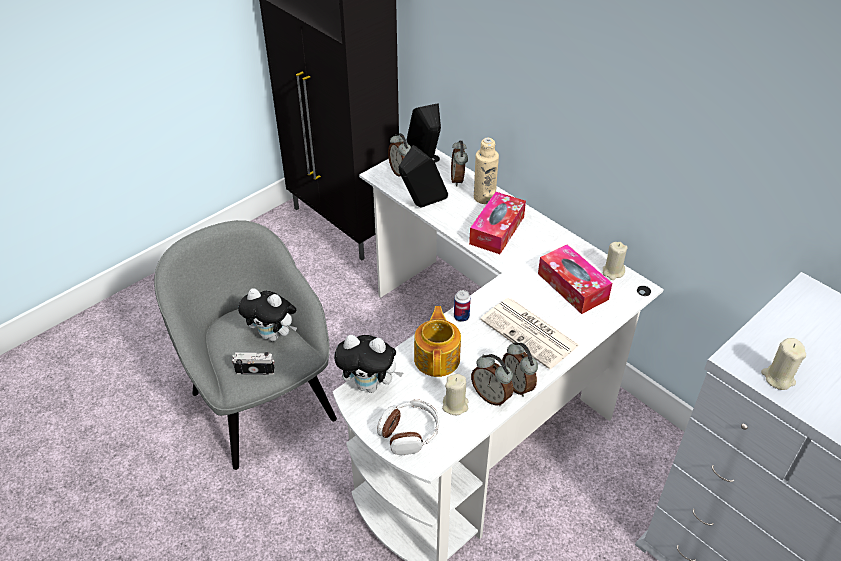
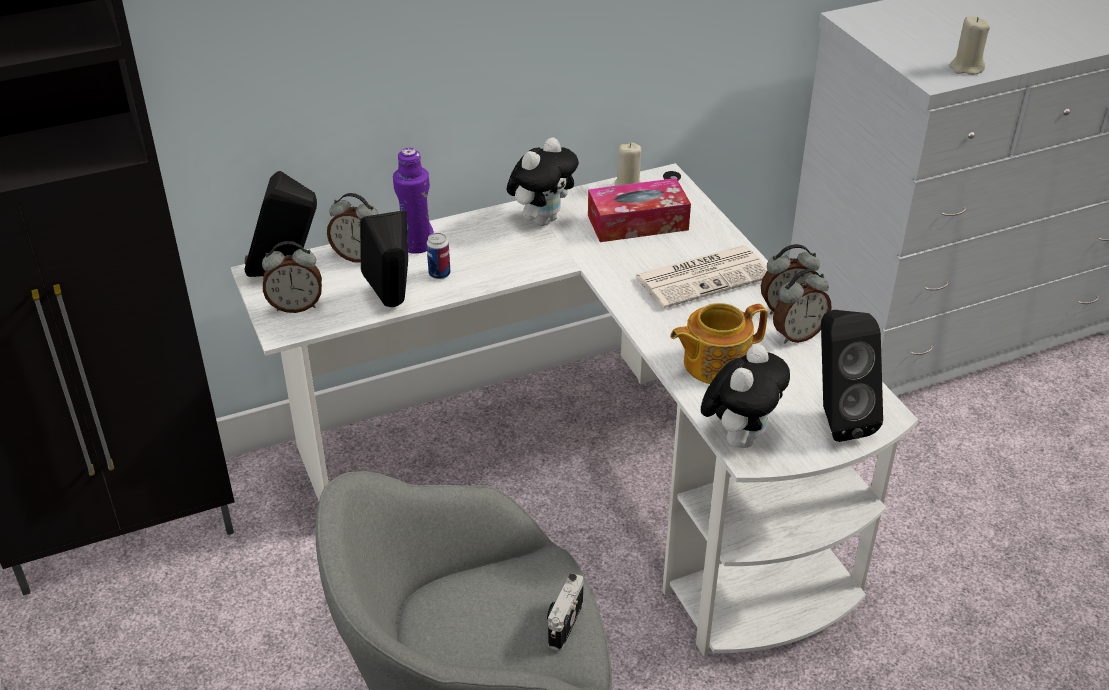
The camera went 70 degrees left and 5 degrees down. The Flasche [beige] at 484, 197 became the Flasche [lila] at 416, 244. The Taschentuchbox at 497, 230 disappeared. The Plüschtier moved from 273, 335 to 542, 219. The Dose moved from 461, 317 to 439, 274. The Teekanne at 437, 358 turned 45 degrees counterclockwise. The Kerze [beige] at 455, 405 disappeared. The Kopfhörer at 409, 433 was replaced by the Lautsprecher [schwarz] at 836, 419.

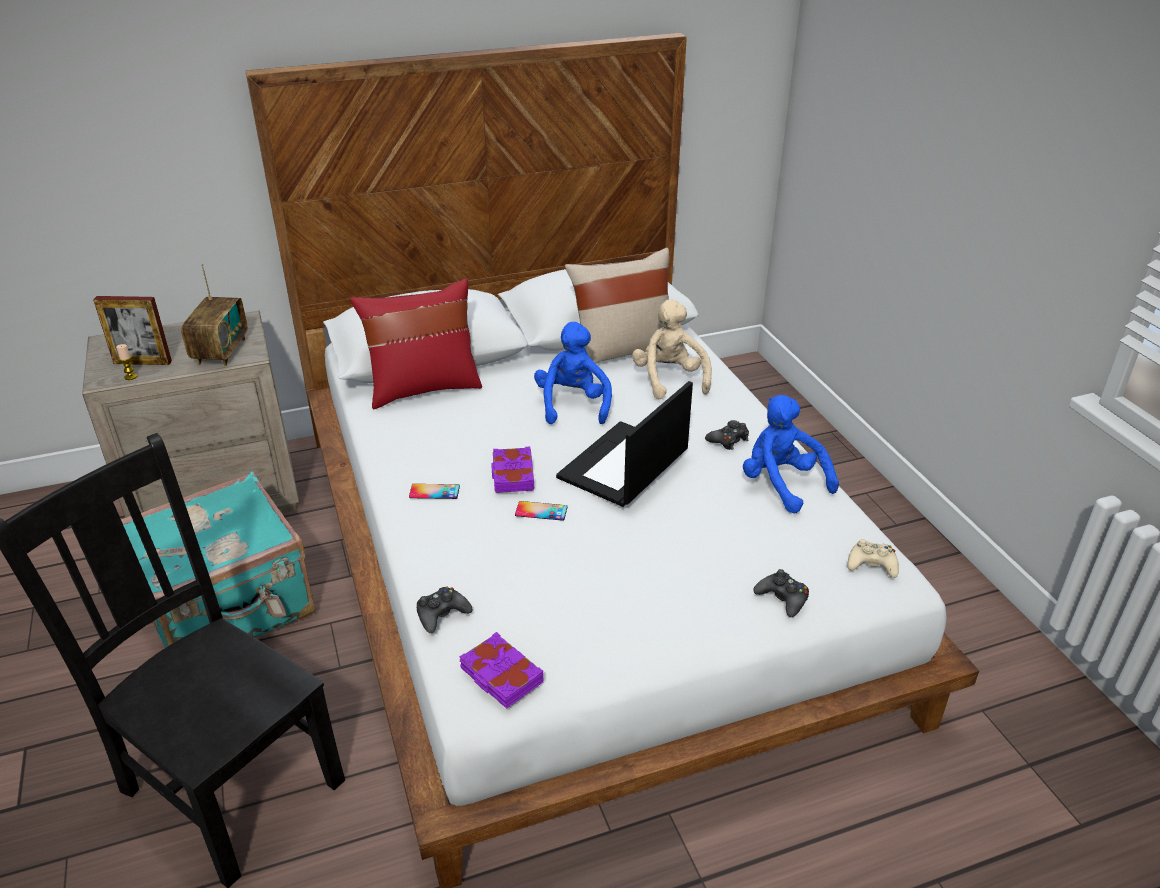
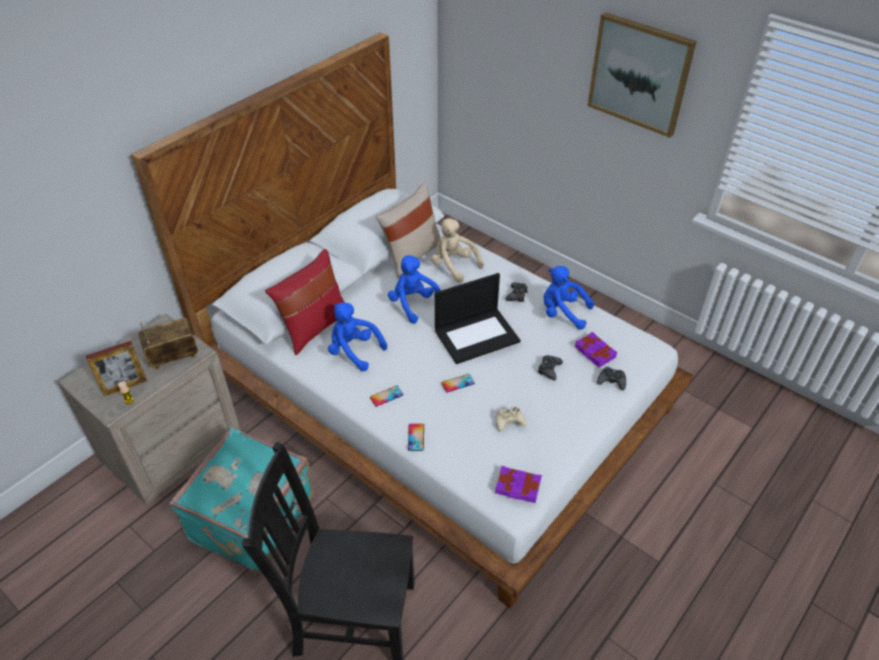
The camera went 30 degrees left and 10 degrees up. The Radio at 220, 351 turned 90 degrees counterclockwise. The Laptop at 623, 465 turned 120 degrees counterclockwise. The Buch [lila] moved from 512, 475 to 594, 352. The Gamepad [beige] moved from 872, 564 to 509, 421. The Gamepad [schwarz] moved from 442, 614 to 549, 369. The Bild at 640, 74 appeared. The Plüschtier [blau] at 354, 351 appeared. The Handy at 416, 437 appeared.

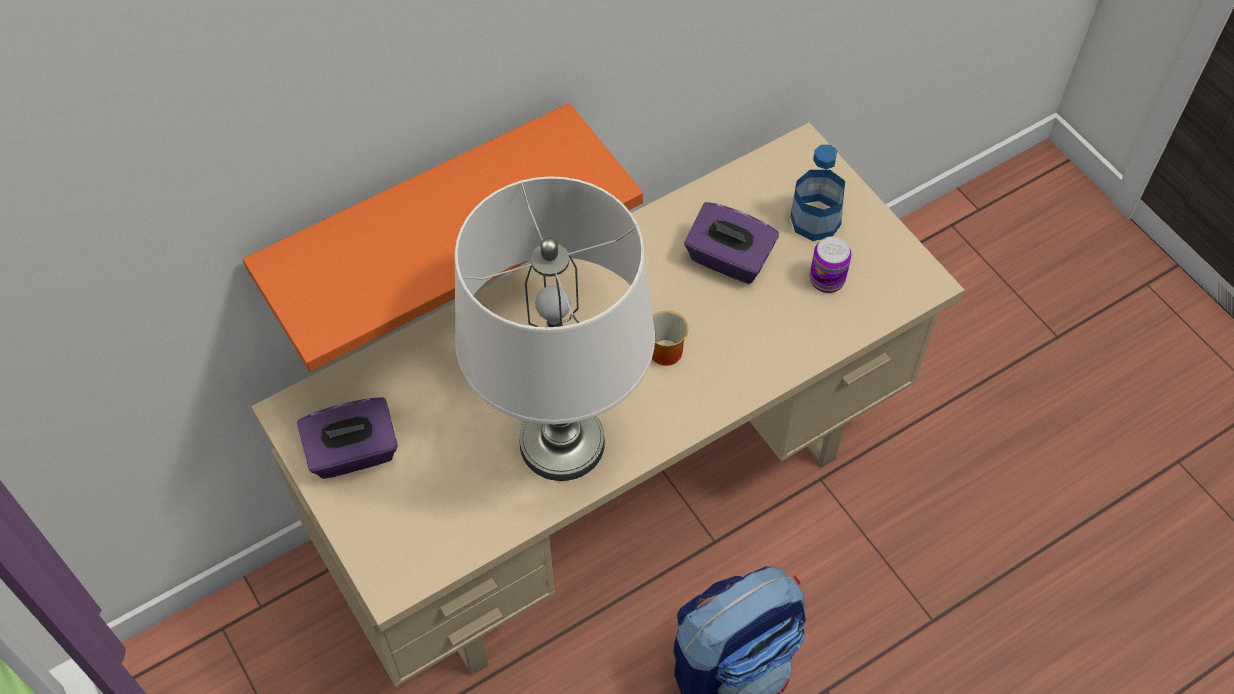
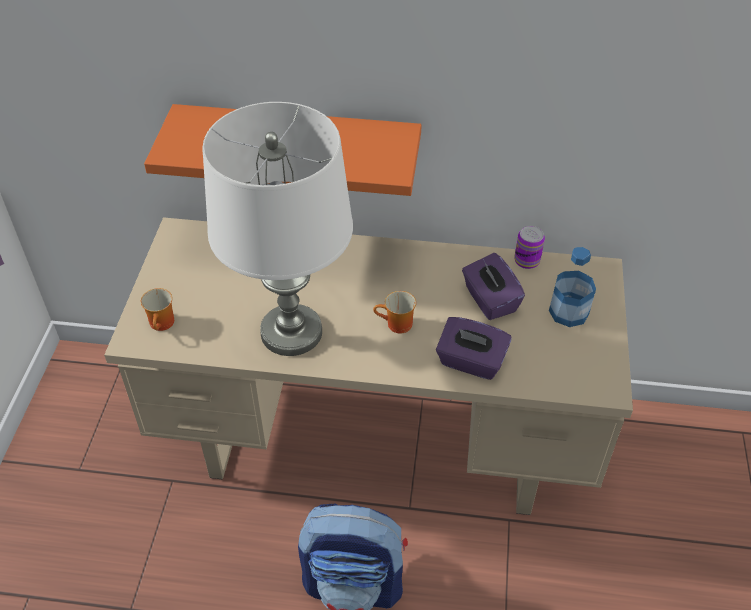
The camera went 40 degrees right and 10 degrees down. The Dose moved from 827, 280 to 527, 261. The Taschentuchbox [lila] moved from 353, 453 to 471, 362. The Henkelbecher at 163, 324 appeared.

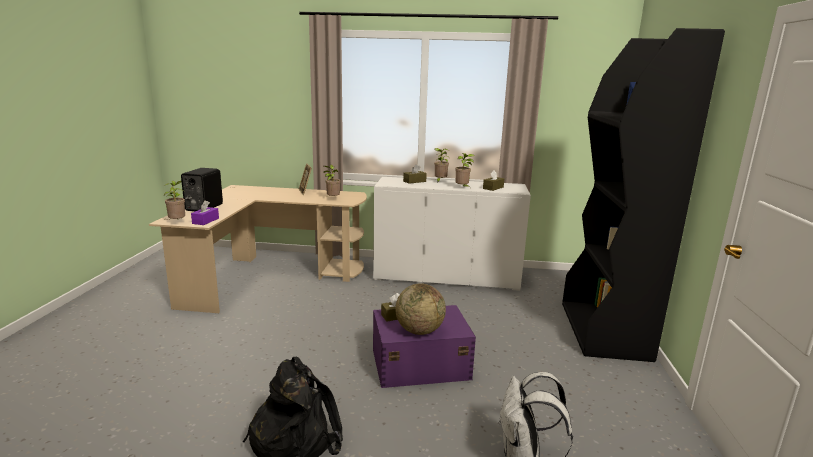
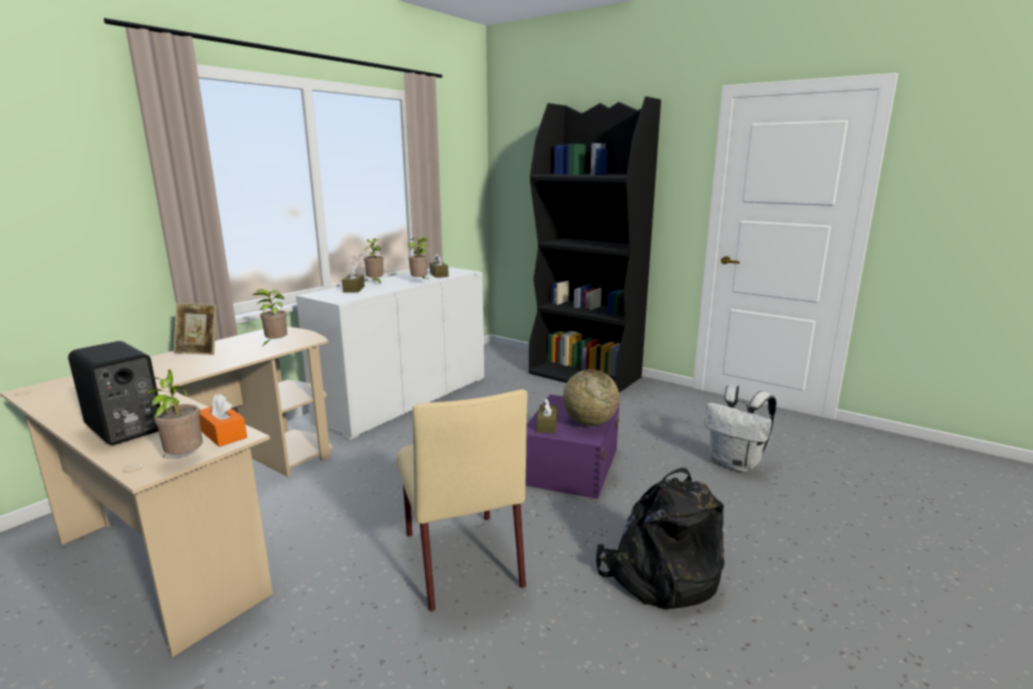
The camera went 60 degrees left and 0 degrees up. The Taschentuchbox [lila] at 205, 221 became the Taschentuchbox [orange] at 223, 434. The Stuhl [beige] at 461, 557 appeared.

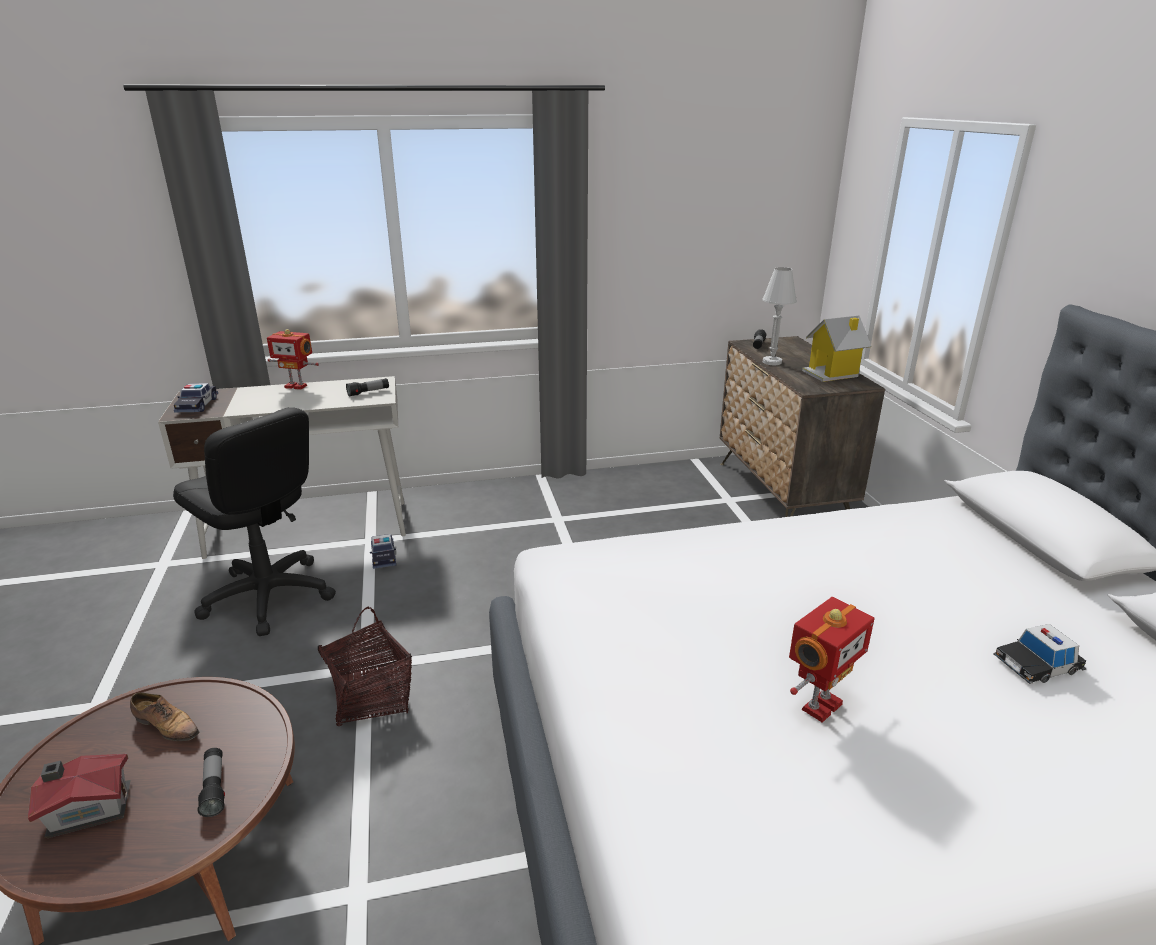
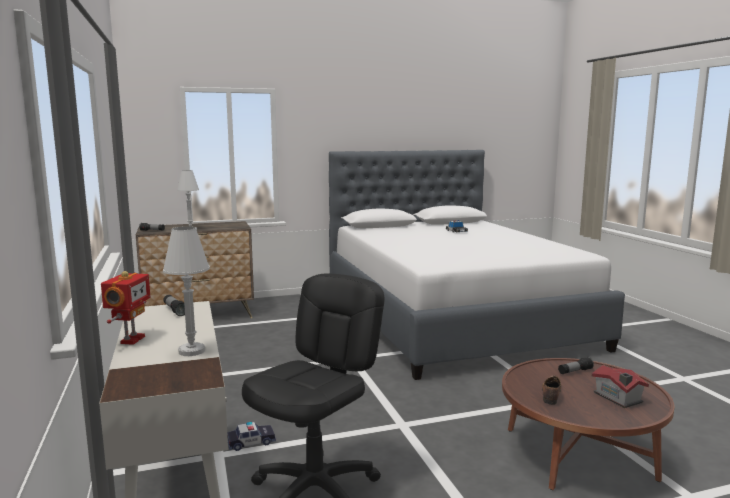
The camera went 95 degrees left and 15 degrees down. The Spielzeughaus at 832, 373 disappeared. The Spielzeugauto at 197, 405 disappeared. The Spielzeugroboter at 819, 705 disappeared. The Korb at 371, 697 disappeared. The Tischlampe [weiß] at 191, 351 appeared.

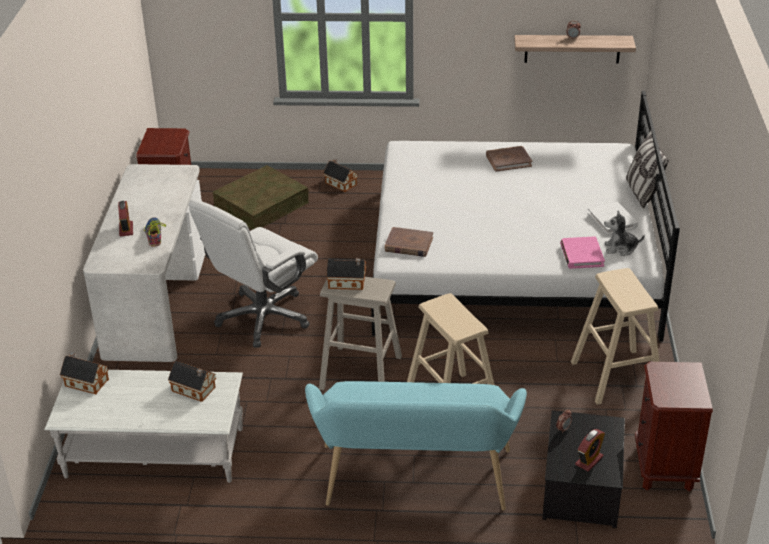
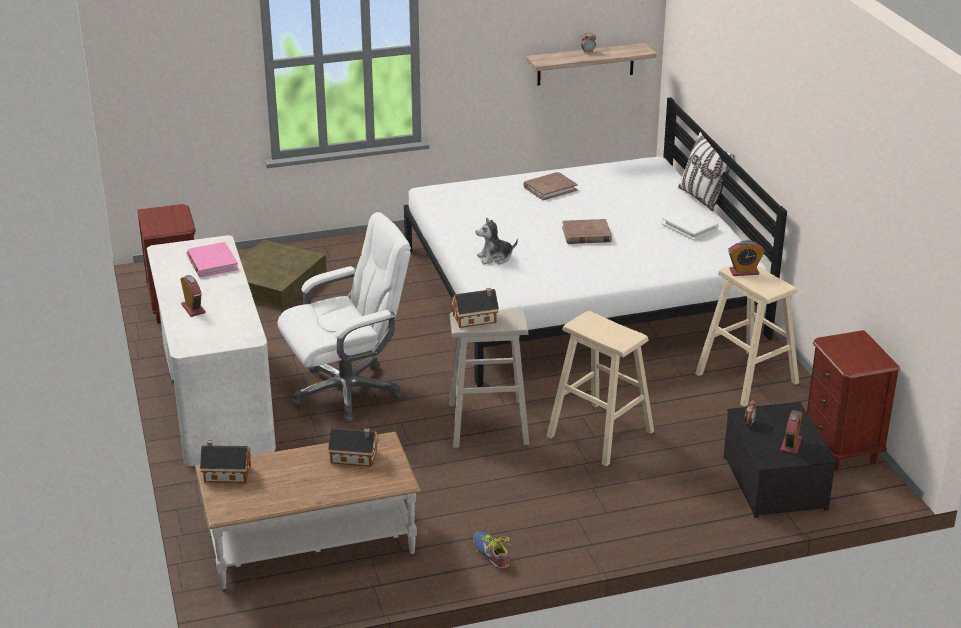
The camera went 20 degrees left and 5 degrees down. The Spielzeughaus at 340, 183 disappeared. The Bürostuhl [weiß] at 263, 318 turned 135 degrees counterclockwise. The Plüschtier moved from 620, 248 to 495, 258. The Schuh moved from 154, 235 to 491, 553. The Buch [braun] moved from 408, 244 to 586, 234. The Buch [rosa] moved from 581, 255 to 212, 262. The Couchtisch [weiß] at 155, 452 became the Couchtisch [braun] at 311, 543. The Bank [türkis] at 415, 484 disappeared. The Wecker at 744, 272 appeared.

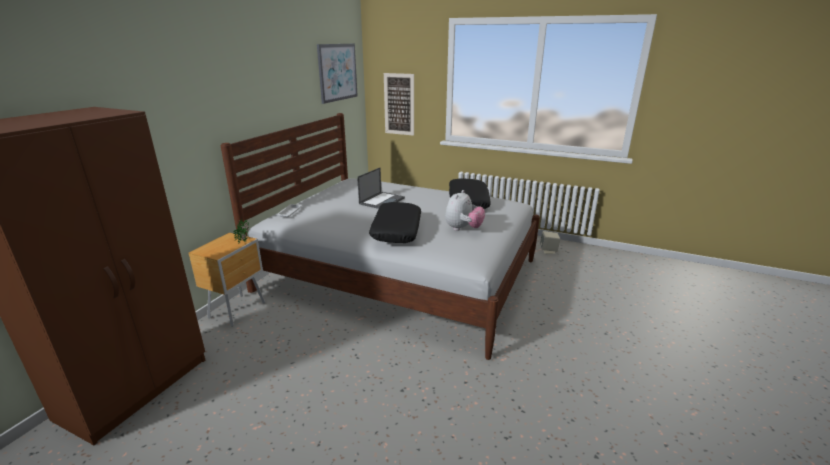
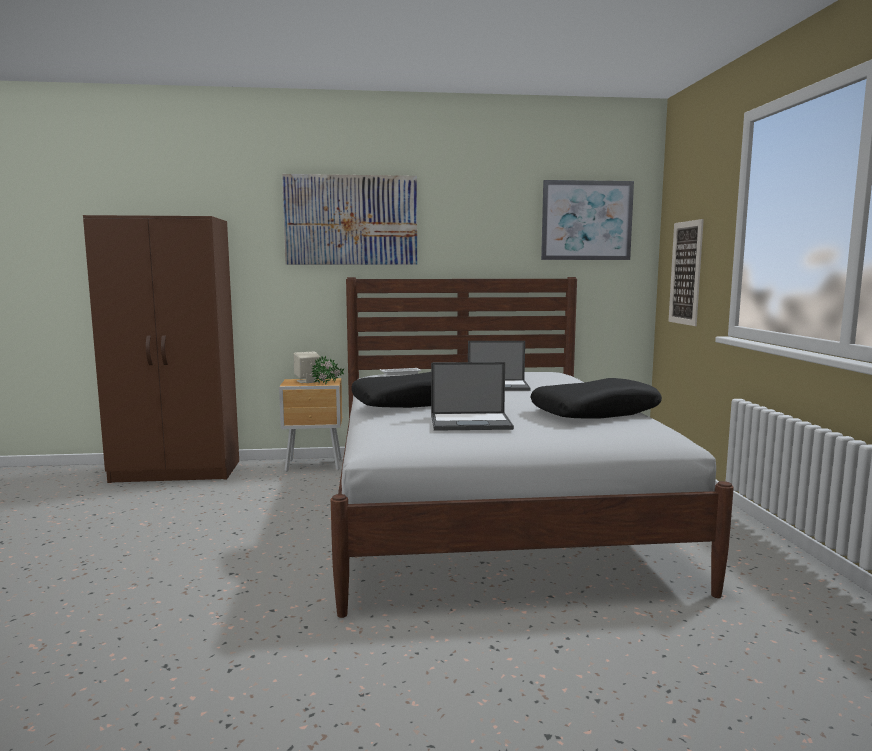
The camera went 60 degrees right and 15 degrees down. The Plüschtier at 463, 229 was replaced by the Laptop at 471, 422. The Lautsprecher [beige] moved from 548, 251 to 307, 381. The Bild at 351, 220 appeared.

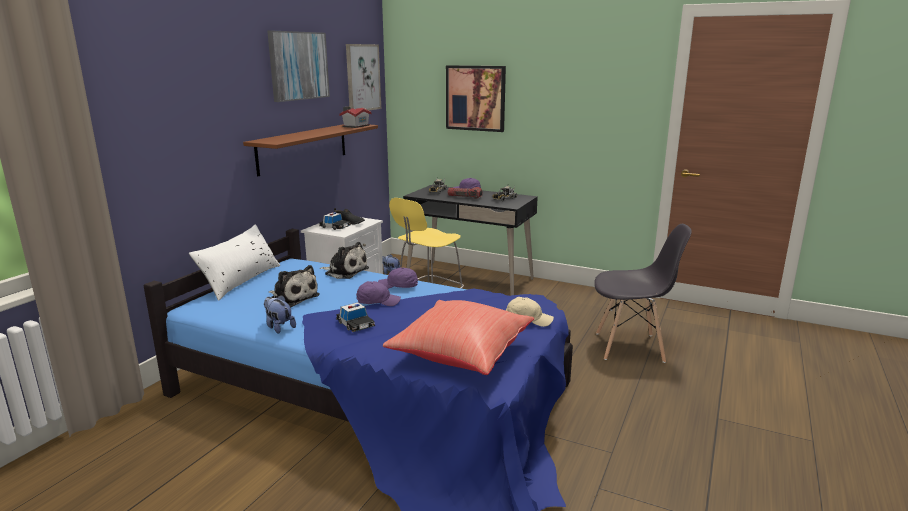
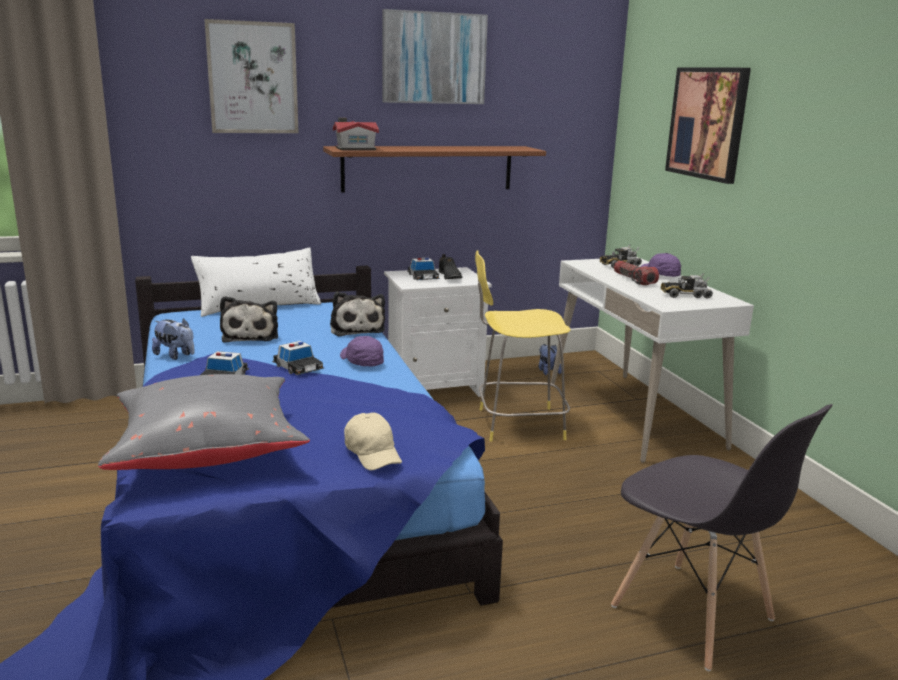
The camera went 45 degrees right and 0 degrees up. The Bild moved from 362, 78 to 252, 78. The Spielzeughaus moved from 355, 126 to 354, 148. The Schreibtisch [schwarz] at 469, 279 became the Schreibtisch [weiß] at 633, 414. The Kappe [lila] at 378, 302 was replaced by the Spielzeugauto at 298, 367. The Plüschtier at 279, 327 turned 120 degrees clockwise. The Kissen [rot] at 460, 354 became the Kissen [grau] at 208, 450.

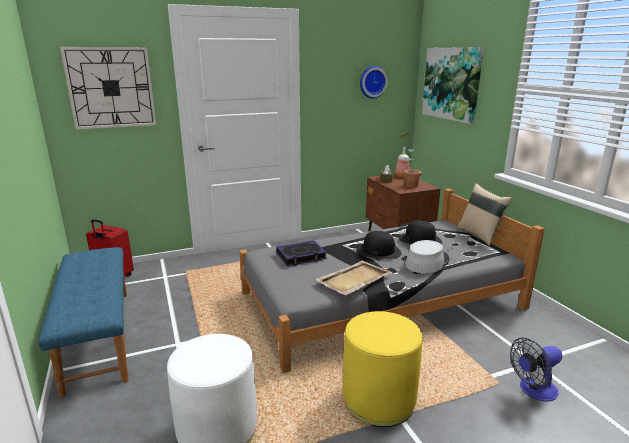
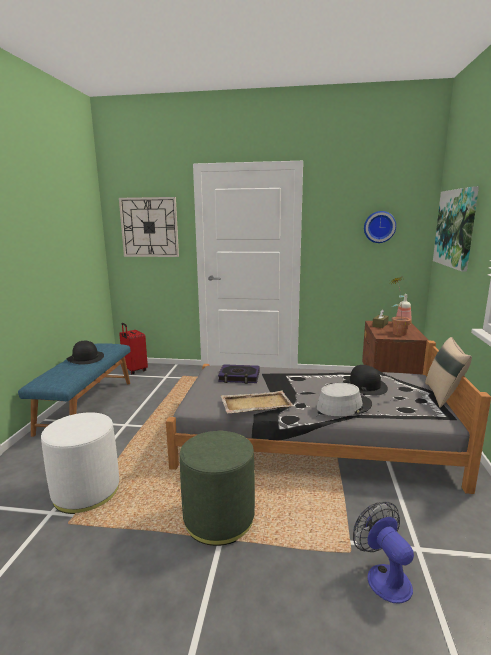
The camera went 30 degrees right and 5 degrees down. The Hut [schwarz] moved from 378, 251 to 85, 358. The Polsterhocker [gelb] at 379, 400 became the Polsterhocker [grün] at 219, 519. The Ventilator at 533, 391 turned 60 degrees clockwise.

